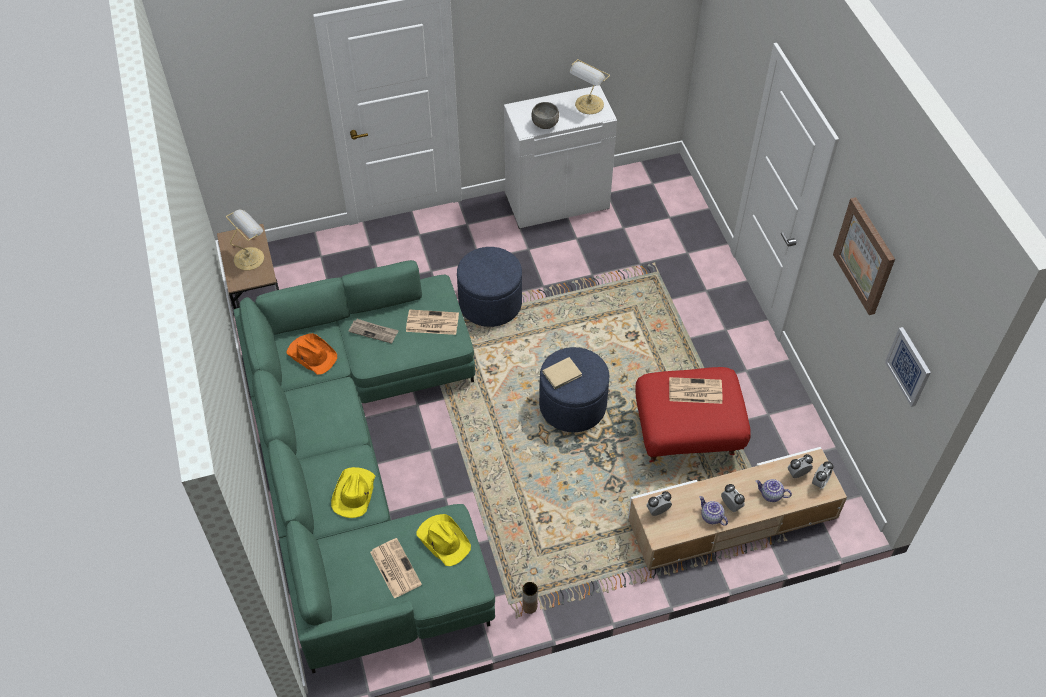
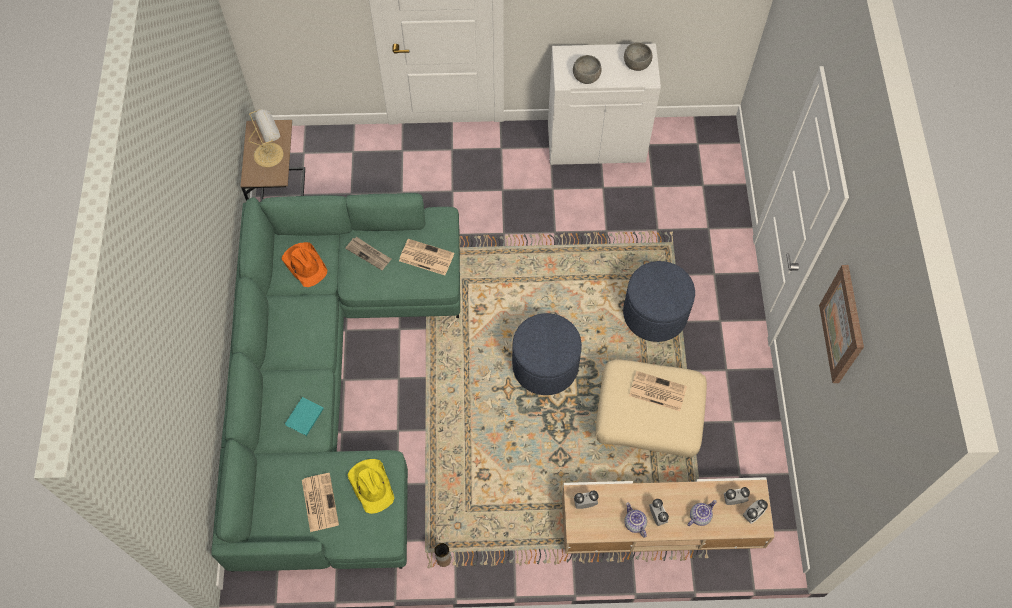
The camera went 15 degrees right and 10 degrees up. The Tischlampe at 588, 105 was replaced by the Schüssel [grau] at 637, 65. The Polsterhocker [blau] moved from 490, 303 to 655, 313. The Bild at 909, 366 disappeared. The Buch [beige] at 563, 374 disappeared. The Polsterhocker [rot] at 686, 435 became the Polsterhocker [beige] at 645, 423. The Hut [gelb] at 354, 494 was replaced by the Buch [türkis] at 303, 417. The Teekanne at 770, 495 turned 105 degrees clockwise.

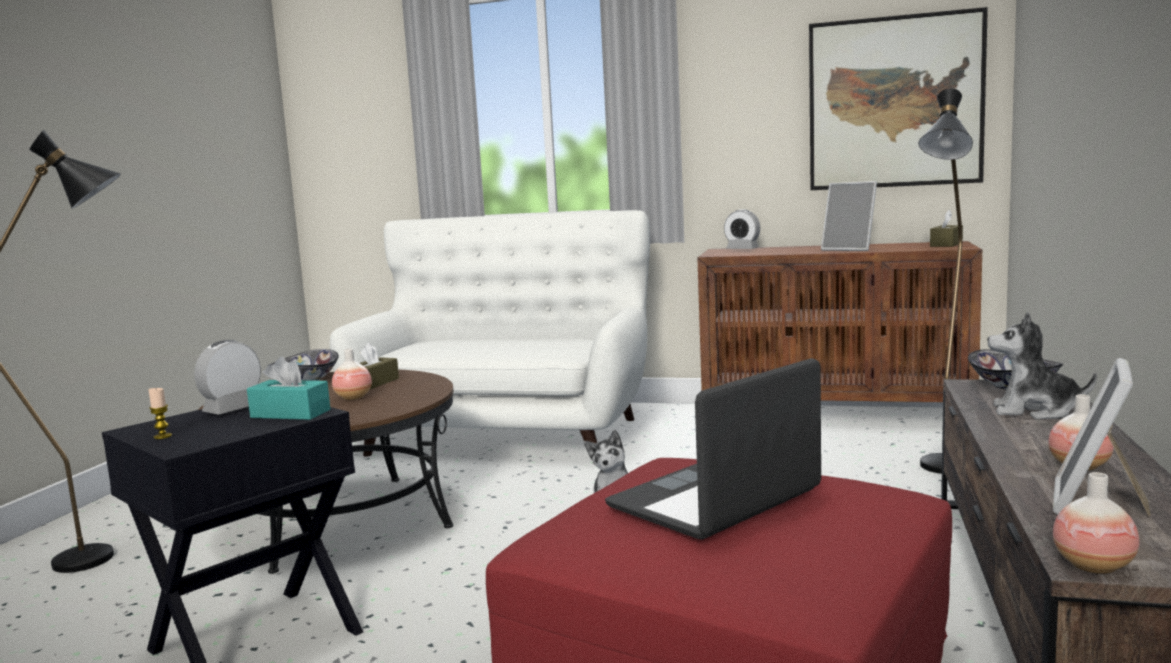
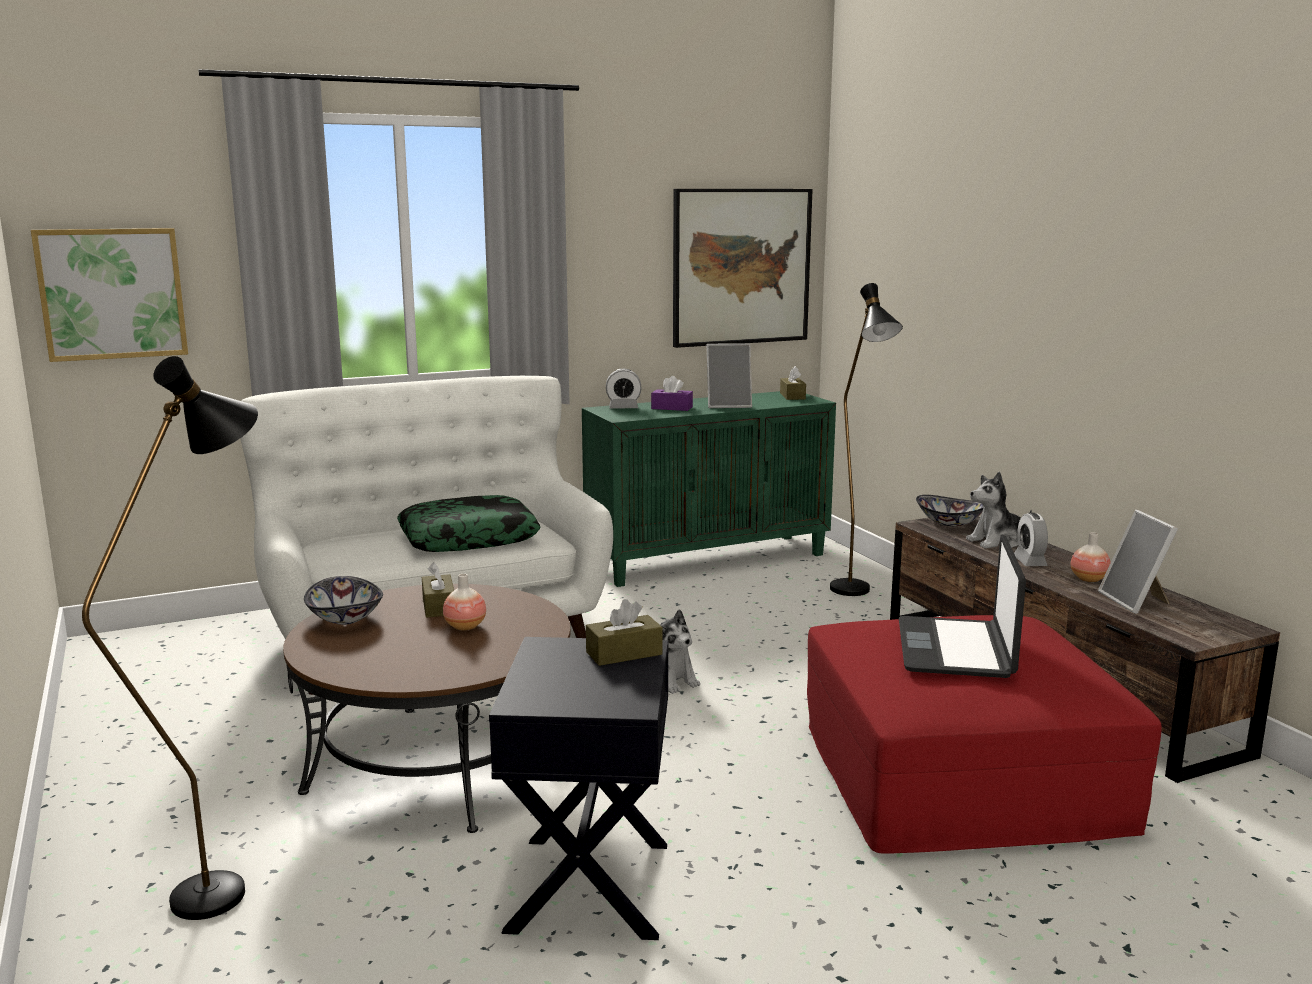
The camera went 40 degrees left and 5 degrees up. The Schrank [braun] at 836, 417 became the Schrank [grün] at 709, 559. The Wecker moved from 233, 409 to 1029, 562. The Taschentuchbox [türkis] at 290, 414 became the Taschentuchbox [braun] at 624, 653. The Kerze at 162, 436 disappeared. The Vase at 1093, 566 disappeared. The Bild at 112, 293 appeared. The Taschentuchbox [lila] at 672, 408 appeared. The Kissen at 468, 538 appeared.

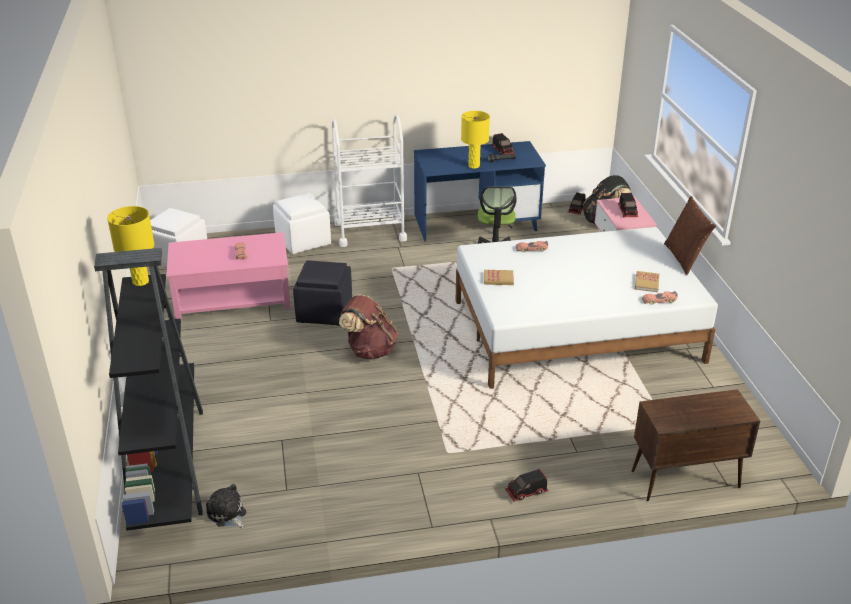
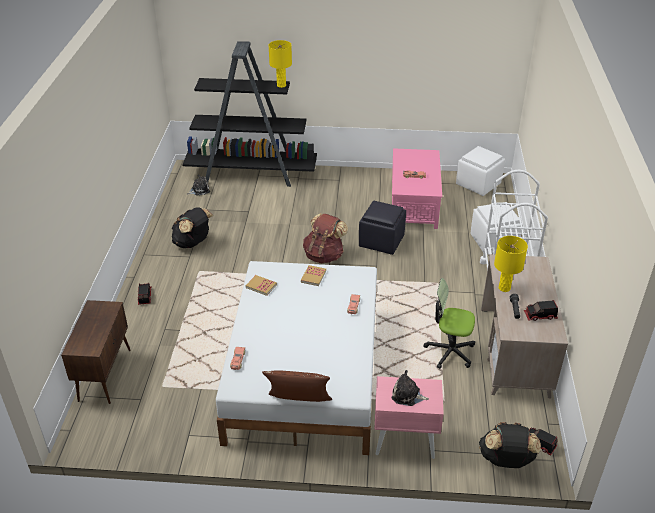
The camera went 105 degrees right and 5 degrees up. The Schreibtisch [blau] at 476, 223 became the Schreibtisch [beige] at 515, 353. The Spielzeuglaster at 627, 212 was replaced by the Plüschtier at 407, 395. The Buch moved from 646, 283 to 261, 286. The Rucksack [schwarz] at 193, 243 appeared.

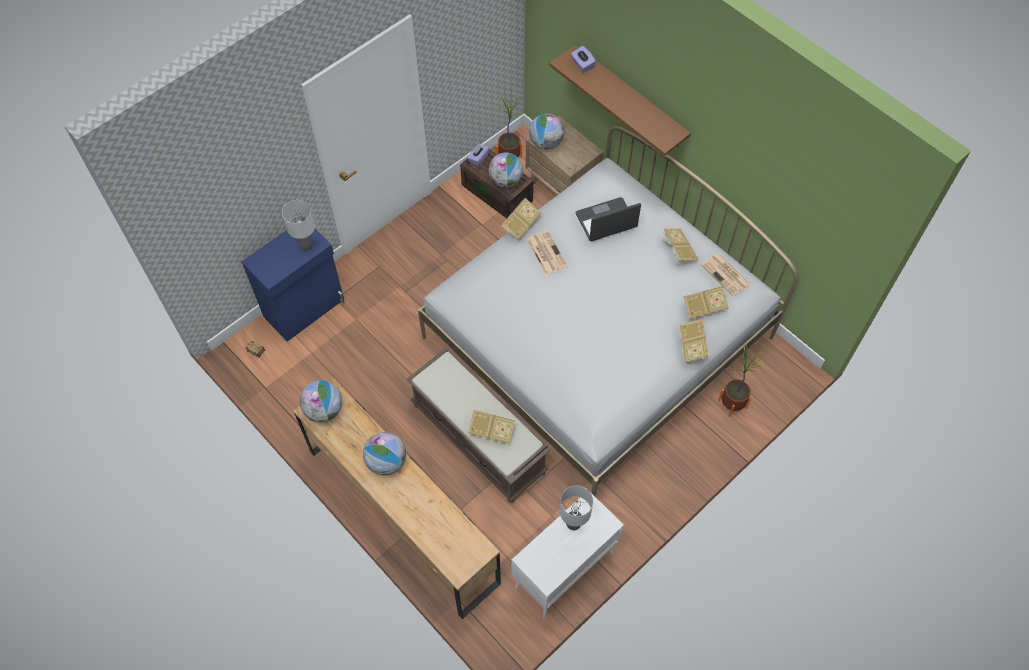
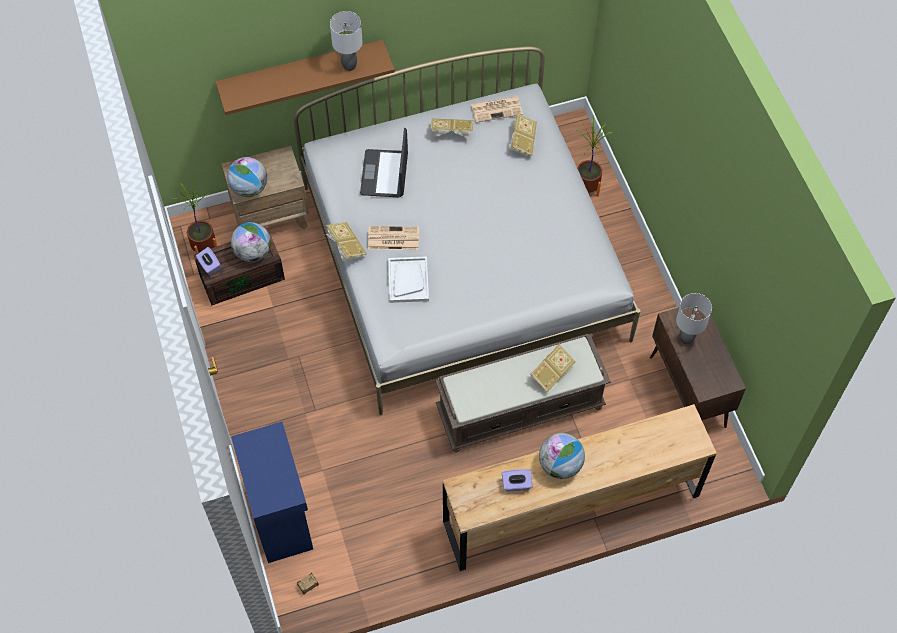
The camera went 65 degrees left and 0 degrees up. The Taschentuchbox [lila] moved from 582, 65 to 516, 484. The Tischlampe [grau] moved from 306, 246 to 350, 65. The Buch at 693, 346 disappeared. The Globus at 324, 410 disappeared. The Schrank [weiß] at 563, 571 became the Schrank [braun] at 688, 392. The Tablett [weiß] at 408, 280 appeared.

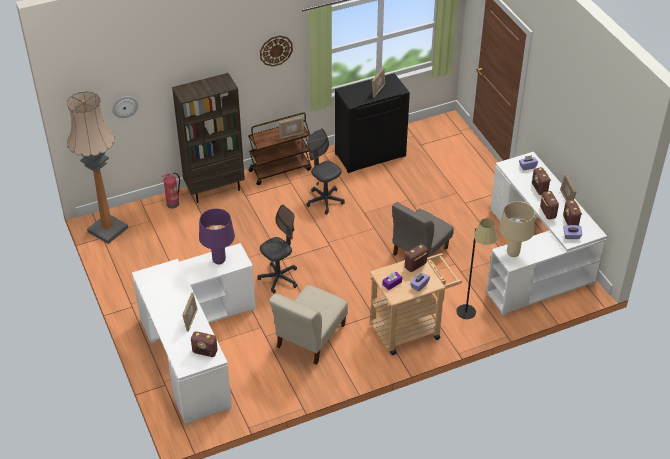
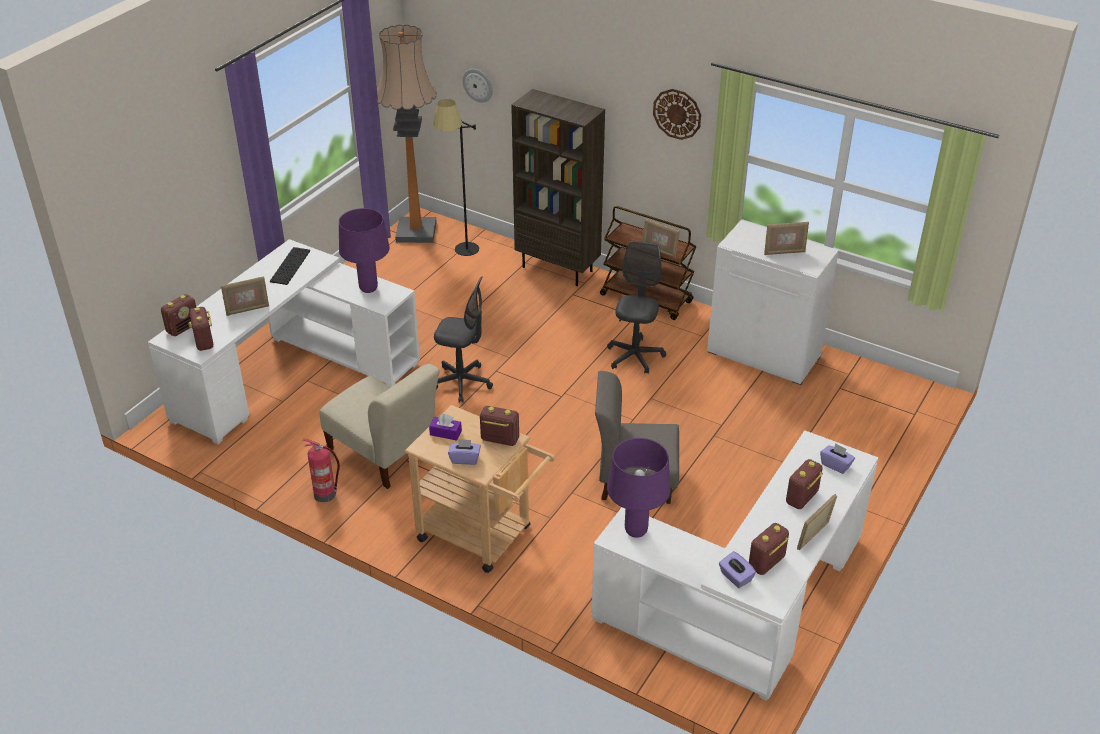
The camera went 55 degrees right and 5 degrees down. The Schrank [schwarz] at 370, 154 became the Schrank [weiß] at 764, 354. The Feuerlöscher moved from 173, 203 to 326, 494. The Radio moved from 547, 212 to 183, 328. The Tischlampe [beige] at 512, 253 became the Tischlampe [lila] at 636, 530. The Stehlampe [schwarz] moved from 471, 317 to 461, 254. The Stuhl [beige] at 309, 338 turned 135 degrees counterclockwise. The Tastatur at 289, 265 appeared.

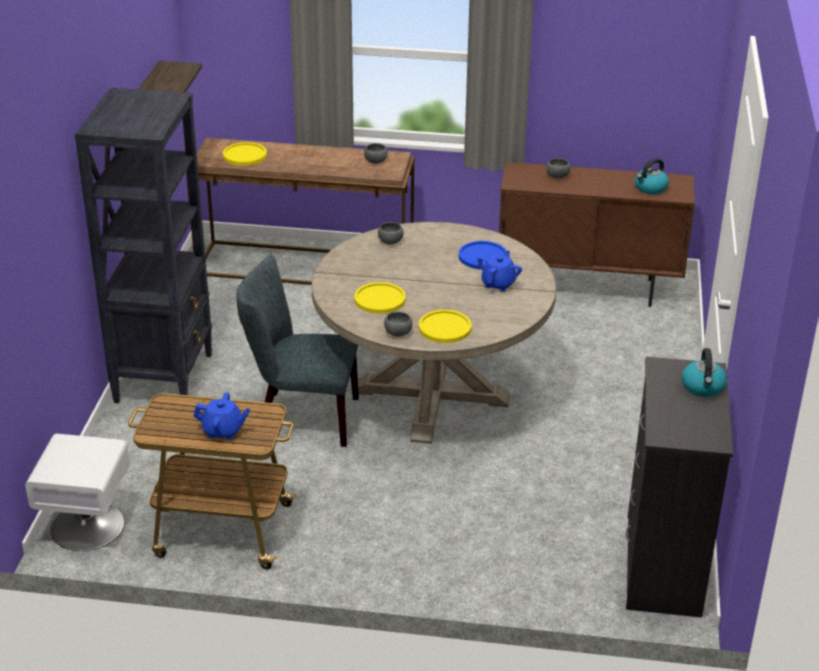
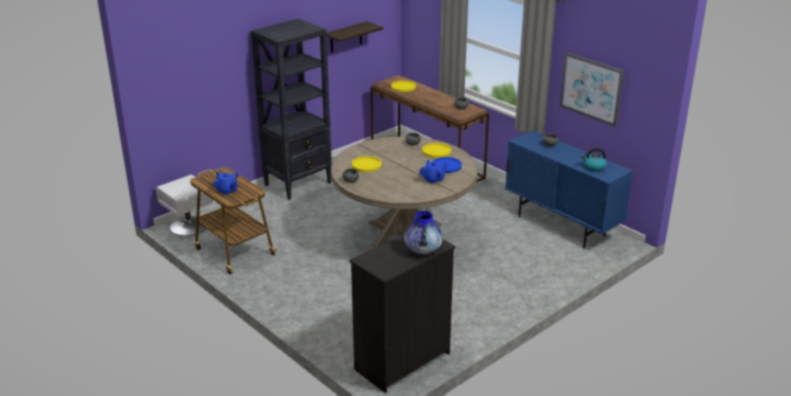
The camera went 40 degrees right and 5 degrees down. The Schrank [braun] at 588, 288 became the Schrank [blau] at 561, 226. The Stuhl [grau] at 300, 417 disappeared. The Teller [gelb] moved from 445, 328 to 436, 151. The Wasserkessel at 703, 387 was replaced by the Vase at 423, 250. The Bild at 591, 88 appeared.

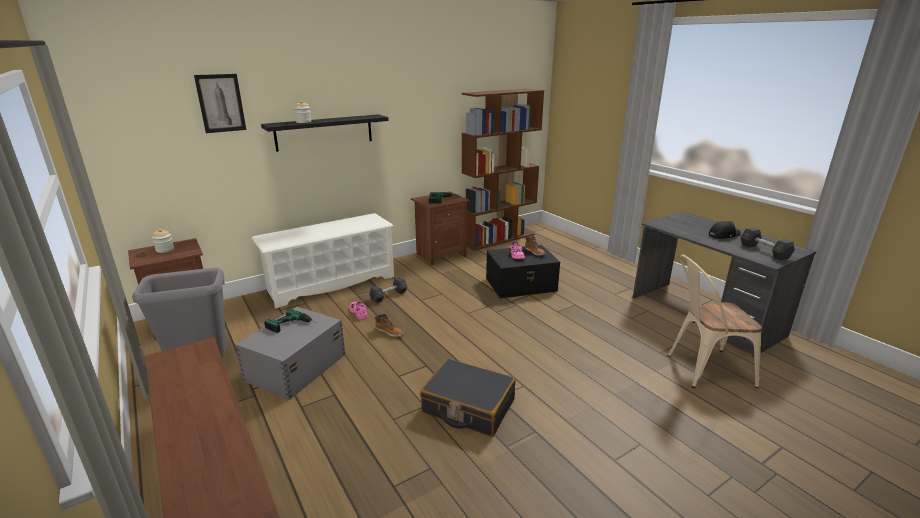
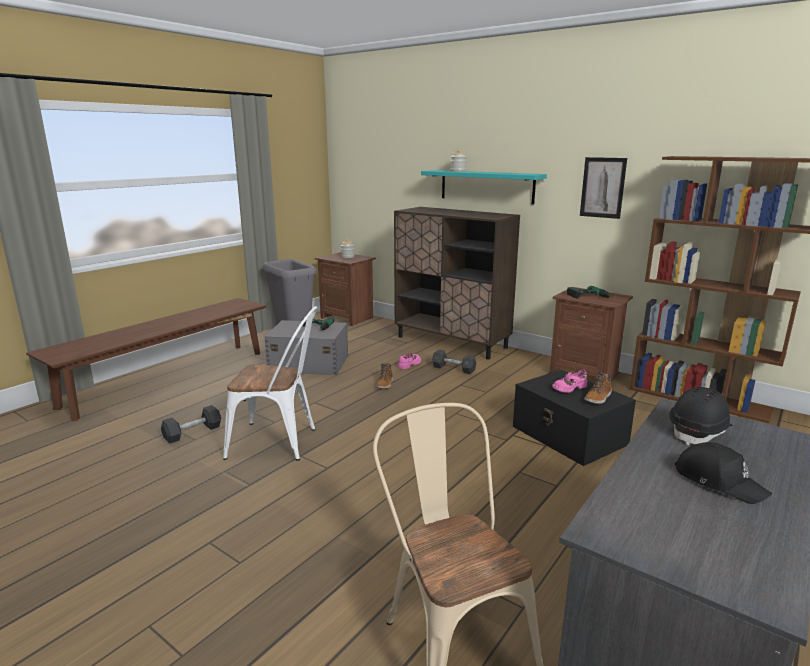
The camera went 70 degrees right and 5 degrees down. The Bild moved from 221, 103 to 602, 187. The Wandregal [schwarz] at 324, 132 became the Wandregal [türkis] at 486, 186. The Schuhregal [weiß] at 331, 283 was replaced by the Schrank [braun] at 452, 342. The Hantel [grau] moved from 764, 251 to 193, 432. The Koffer [schwarz] at 468, 406 was replaced by the Stuhl [weiß] at 280, 442. The Schutzhelm [schwarz] at 699, 431 appeared.

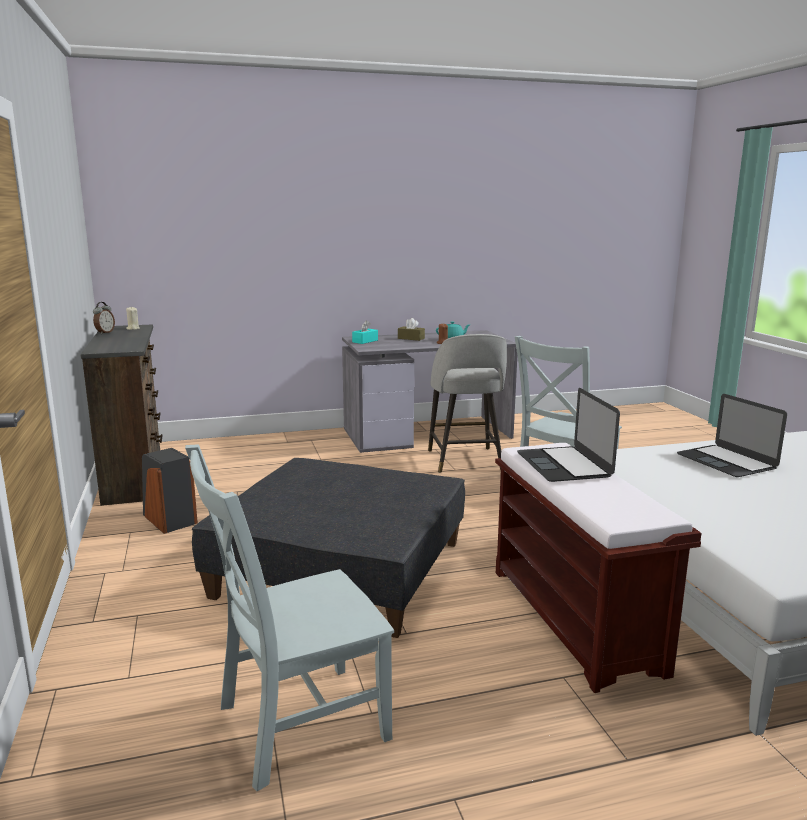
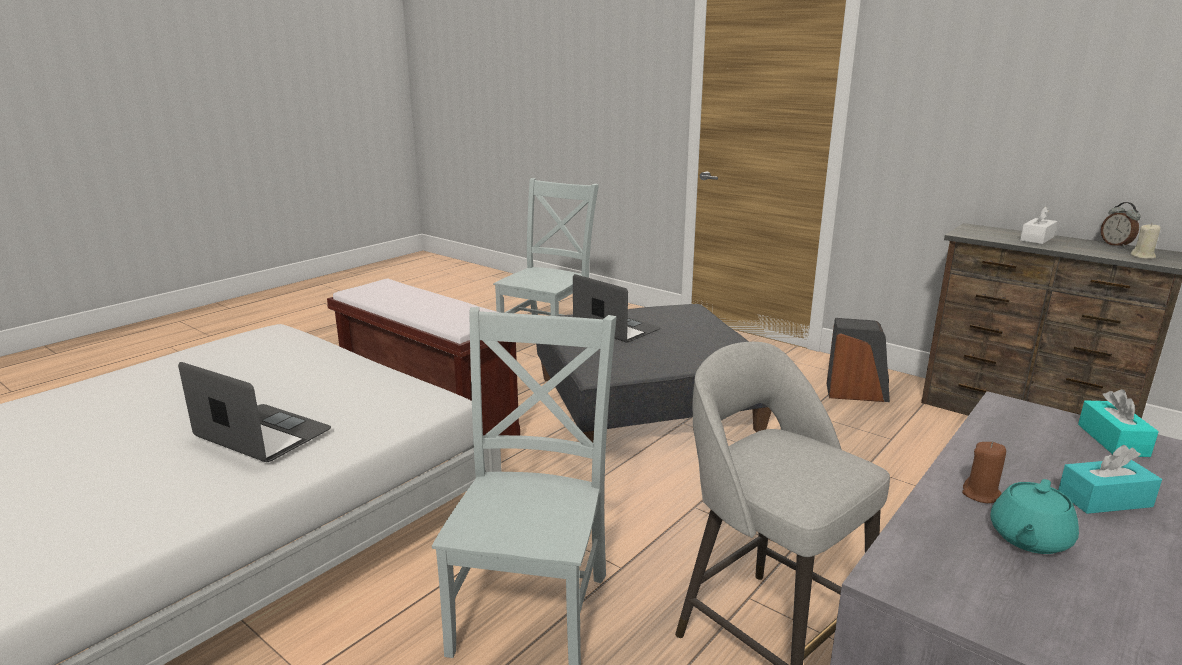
The camera went 145 degrees right and 5 degrees up. The Taschentuchbox [braun] at 411, 338 became the Taschentuchbox [türkis] at 1104, 499. The Laptop moved from 564, 464 to 616, 328. The Taschentuchbox [weiß] at 1036, 239 appeared.

